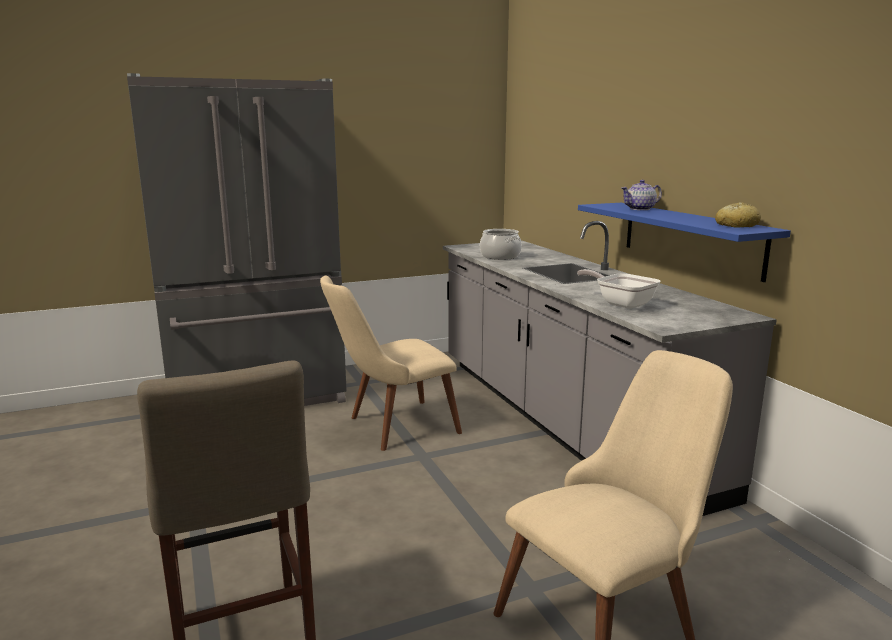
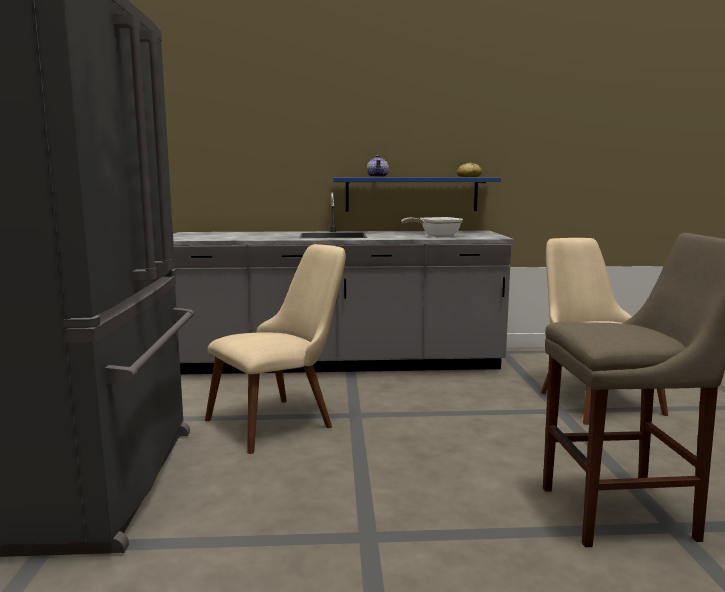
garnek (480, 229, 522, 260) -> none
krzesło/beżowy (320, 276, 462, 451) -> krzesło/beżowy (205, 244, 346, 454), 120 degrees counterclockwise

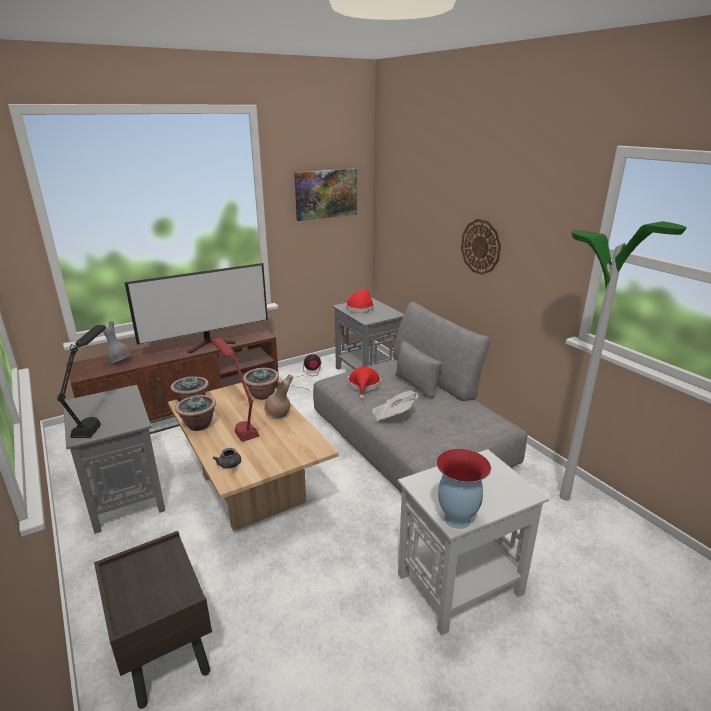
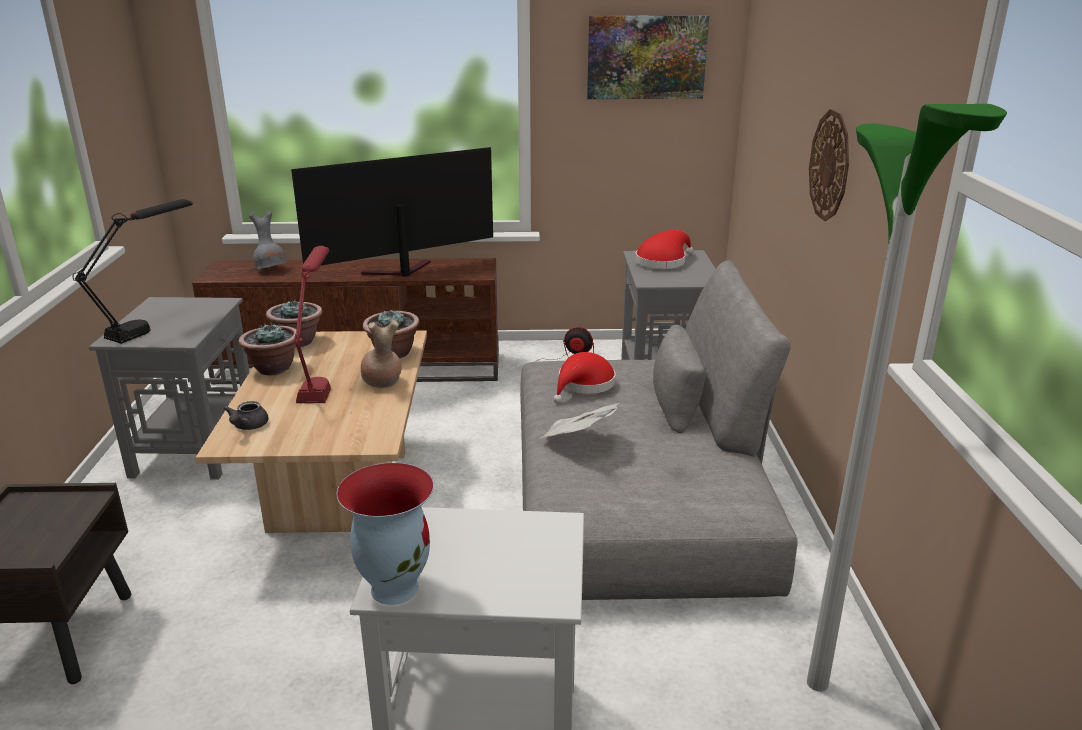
telewizor (125, 263, 268, 353) -> telewizor (291, 147, 493, 277), 150 degrees clockwise

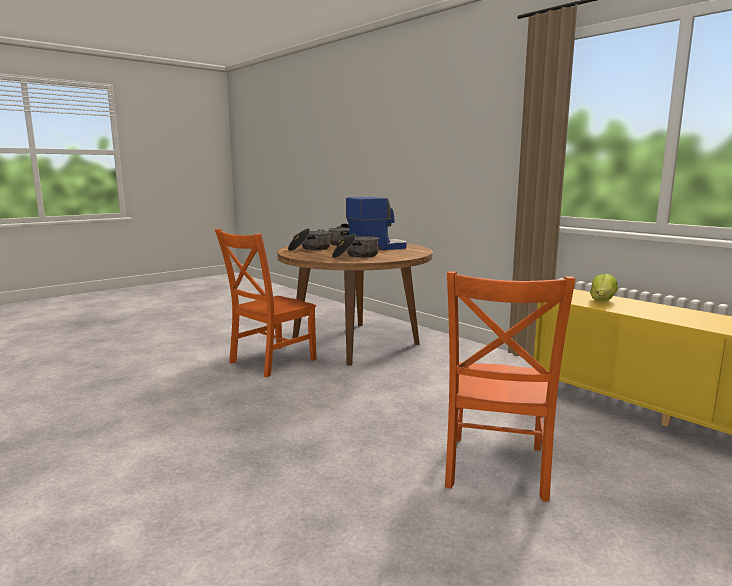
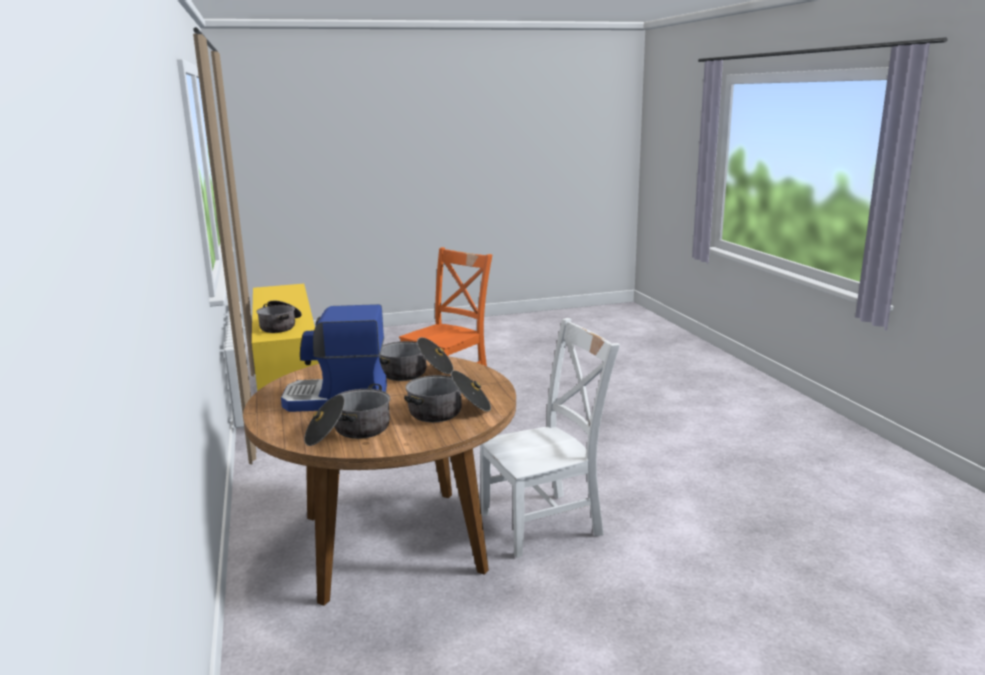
krzesło/pomarańczowy (215, 229, 317, 377) -> krzesło/biały (480, 318, 620, 558)
sałata (590, 274, 618, 301) -> garnek (256, 301, 302, 333)

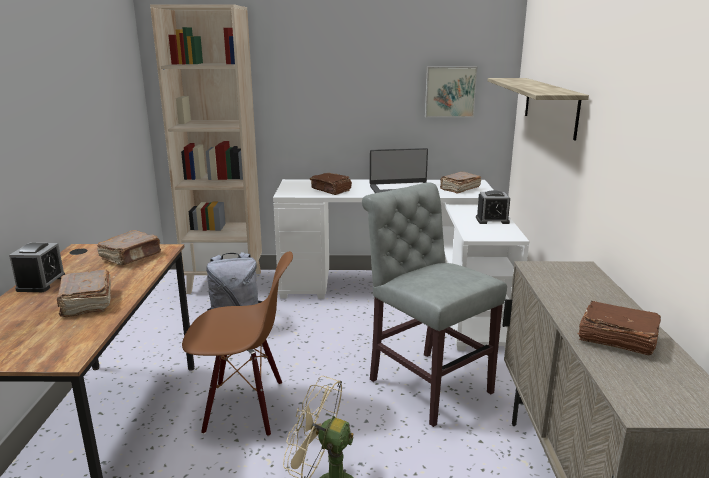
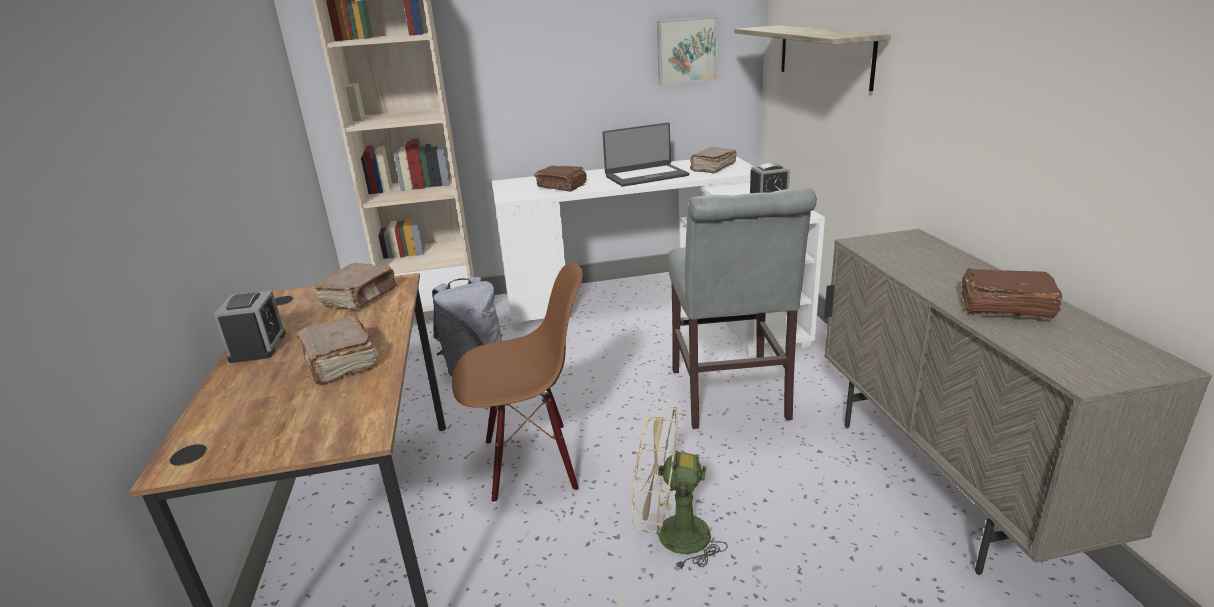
krzesło/szary (362, 182, 507, 427) -> krzesło/szary (668, 188, 817, 429), 135 degrees counterclockwise

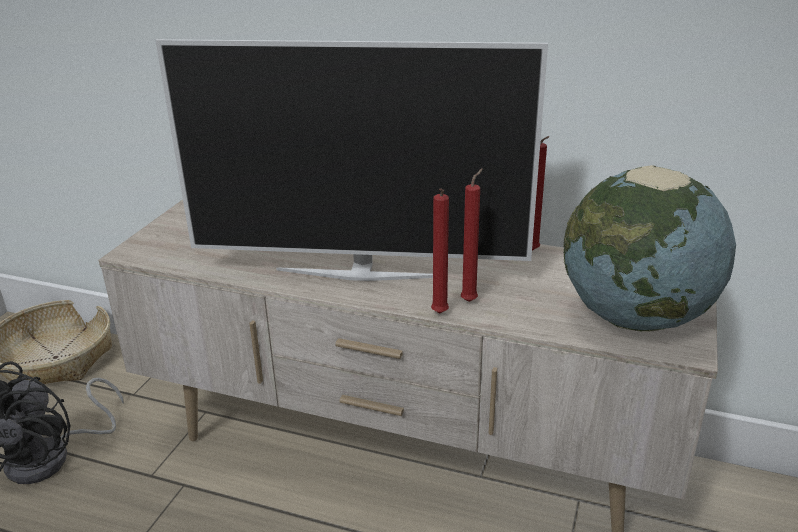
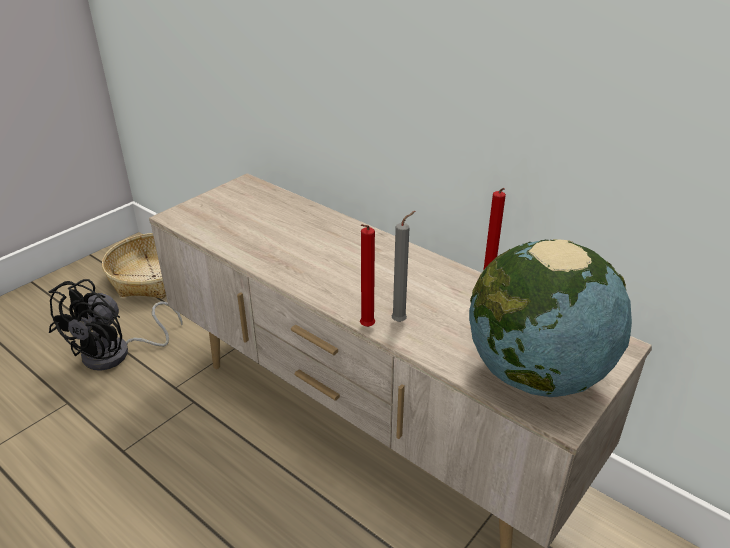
telewizor (155, 39, 548, 281) -> none
świeca/czerwony (461, 168, 483, 302) -> świeca/szary (392, 211, 415, 322)

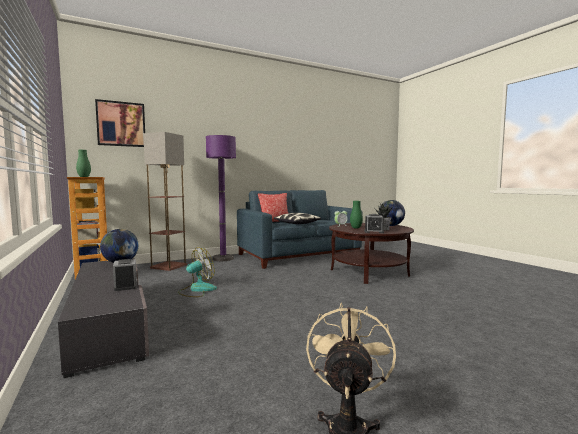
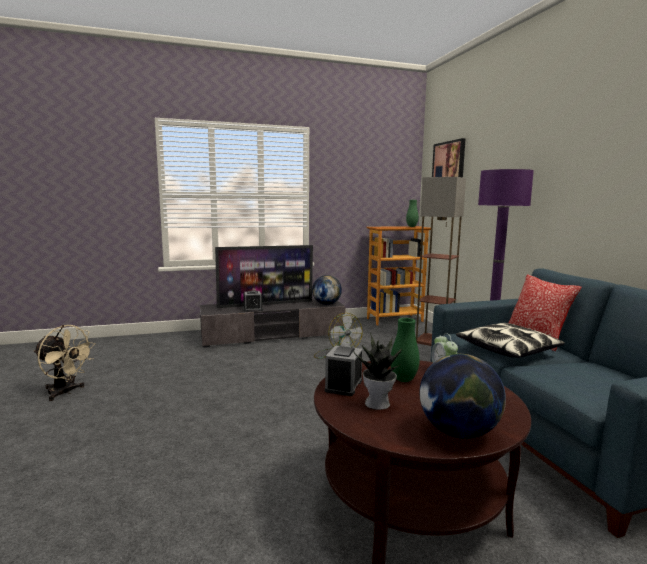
none -> telewizor (215, 245, 313, 308)

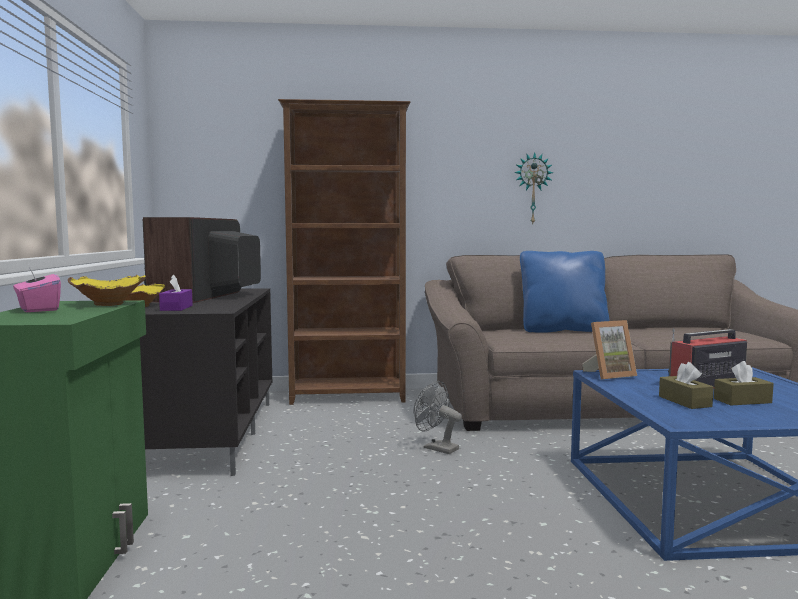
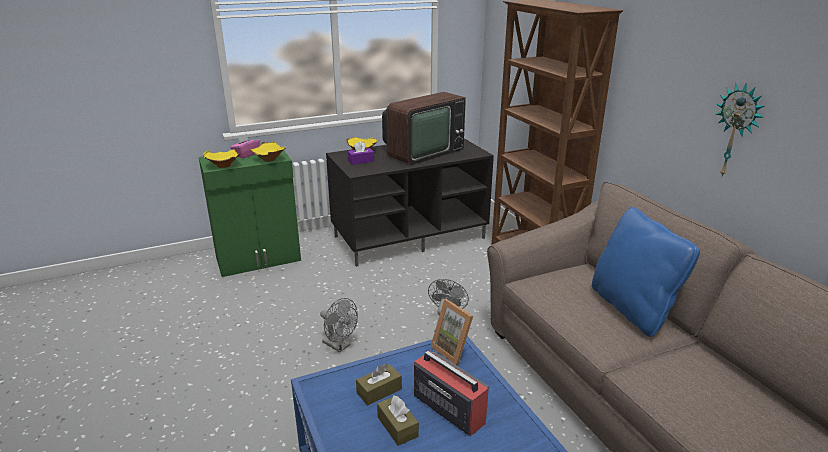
telewizor (143, 217, 261, 303) -> telewizor (382, 92, 466, 165), 150 degrees clockwise
none -> miska/żółty (203, 149, 240, 168)
none -> wentylator/szary (320, 298, 358, 353)

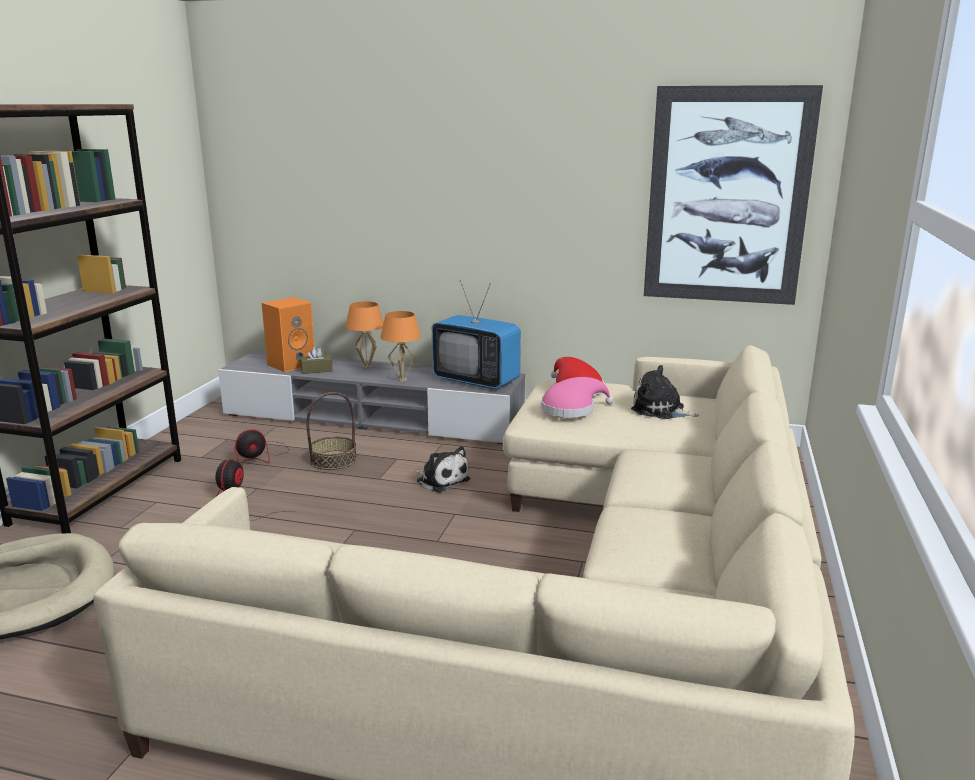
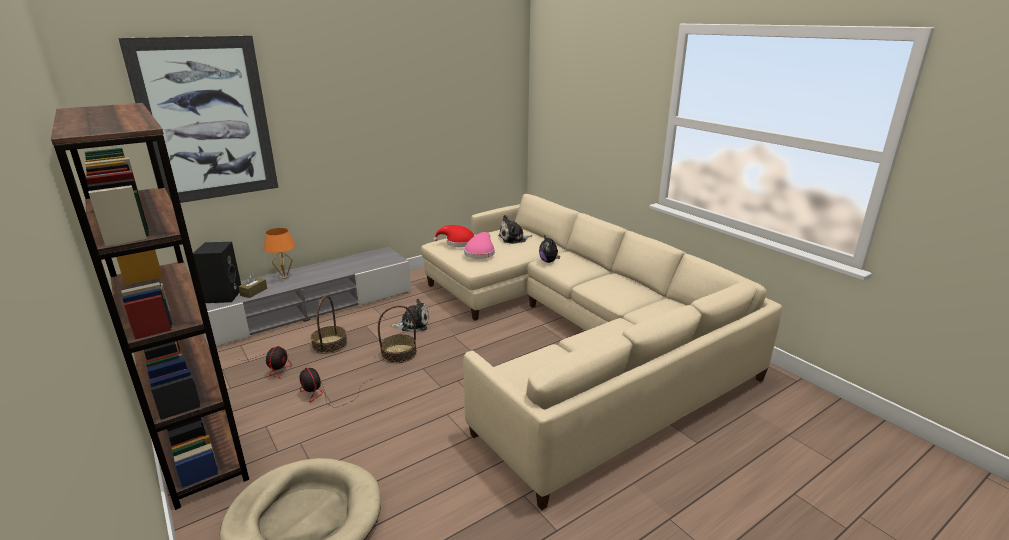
obraz (644, 85, 823, 305) -> obraz (118, 36, 278, 203), moved
telewizor (432, 280, 521, 389) -> none
głośnik/pomarańczowy (262, 297, 314, 372) -> głośnik/czarny (193, 242, 241, 303)
lampa stołowa/pomarańczowy (380, 311, 421, 382) -> none
none -> pluszak (539, 235, 560, 263)
none -> koszyk (378, 305, 417, 363)

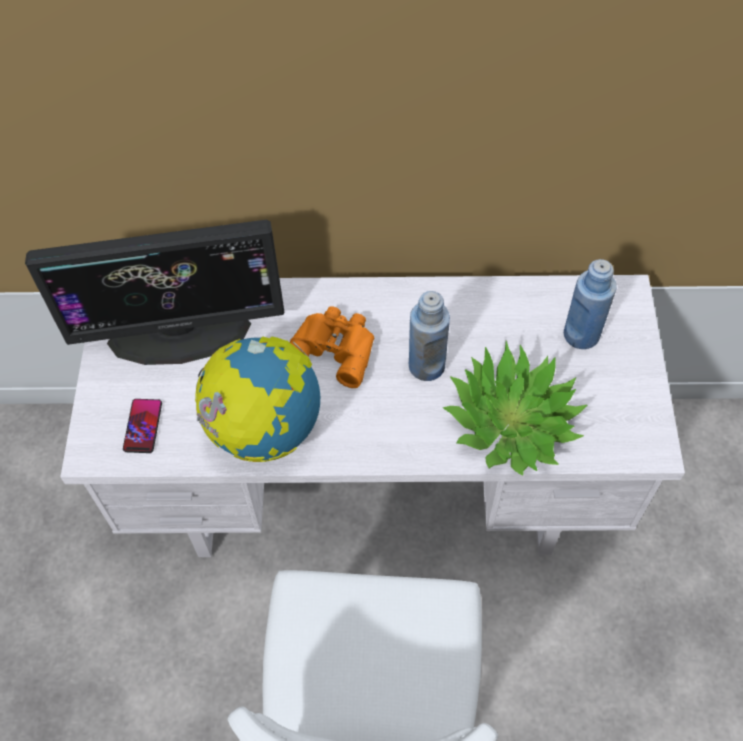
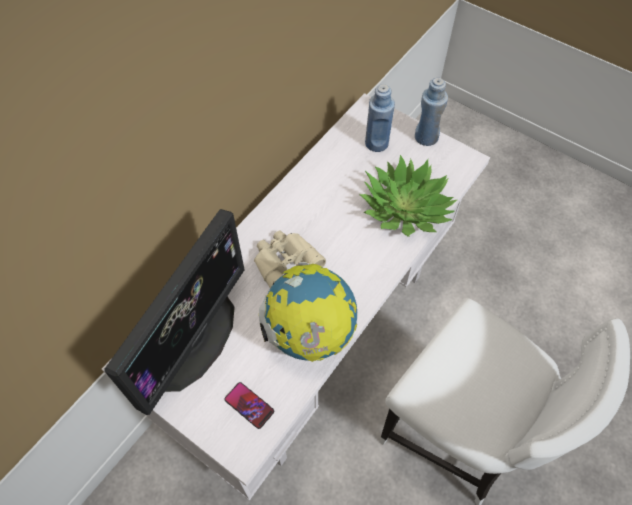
butelka/niebieski (409, 291, 450, 381) -> butelka/niebieski (415, 77, 448, 146), moved
lornetka/pomarańczowy (290, 306, 374, 388) -> lornetka/beżowy (254, 231, 326, 288)

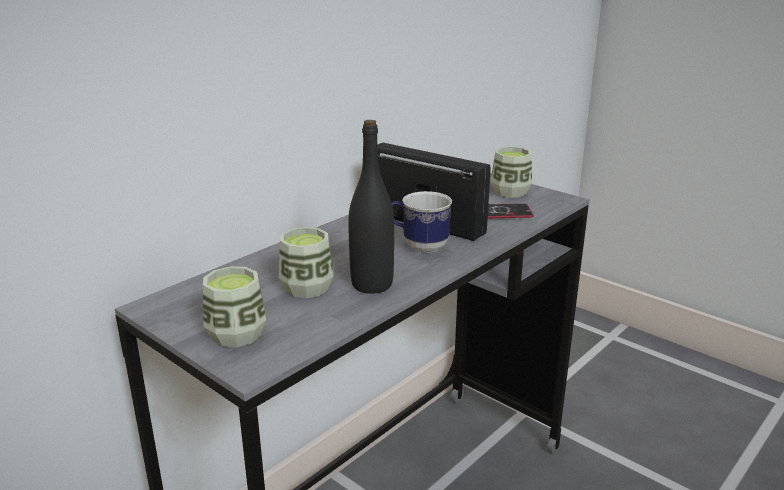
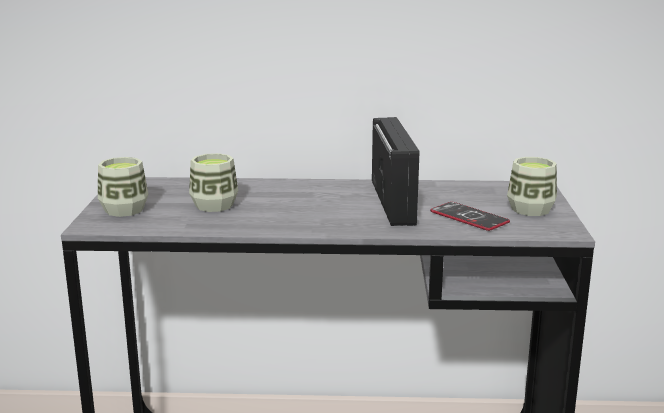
butelka/czarny (348, 120, 394, 294) -> none
kubek (392, 191, 452, 253) -> none

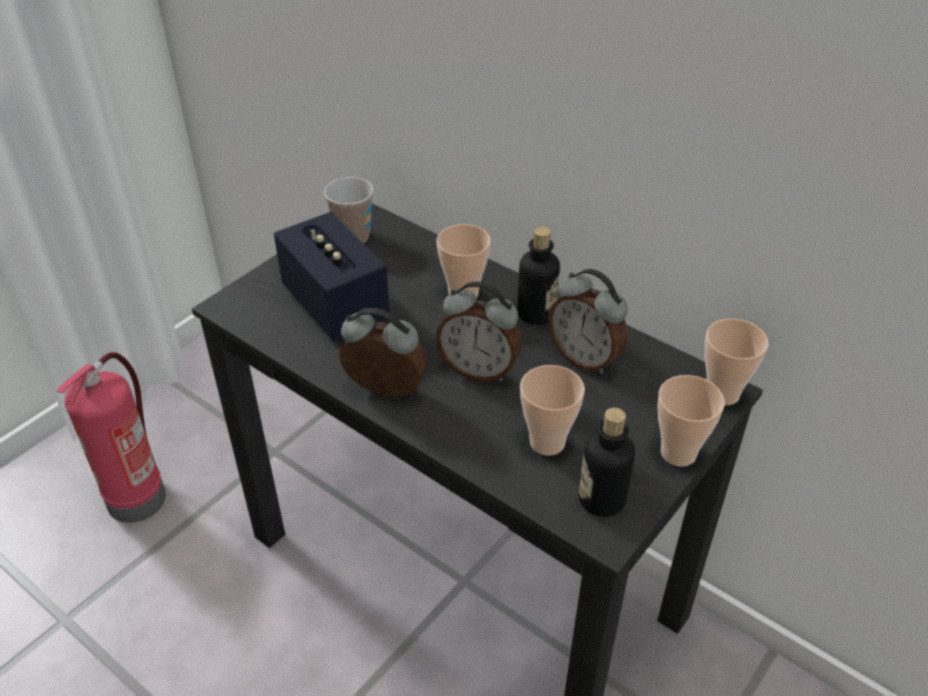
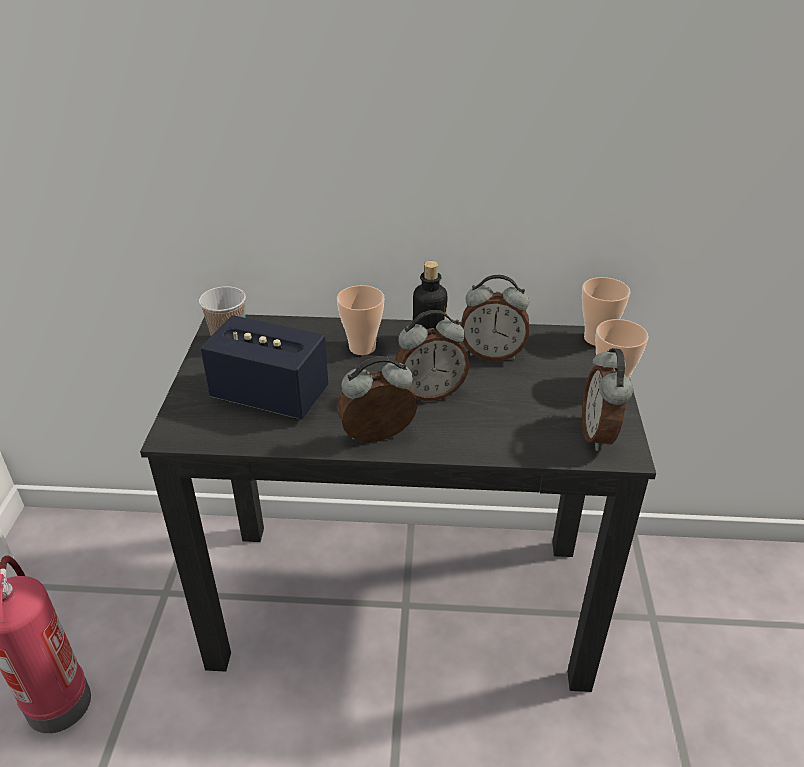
filiżanka (520, 365, 585, 456) -> none
butelka (579, 408, 635, 517) -> budzik (582, 348, 633, 451)

